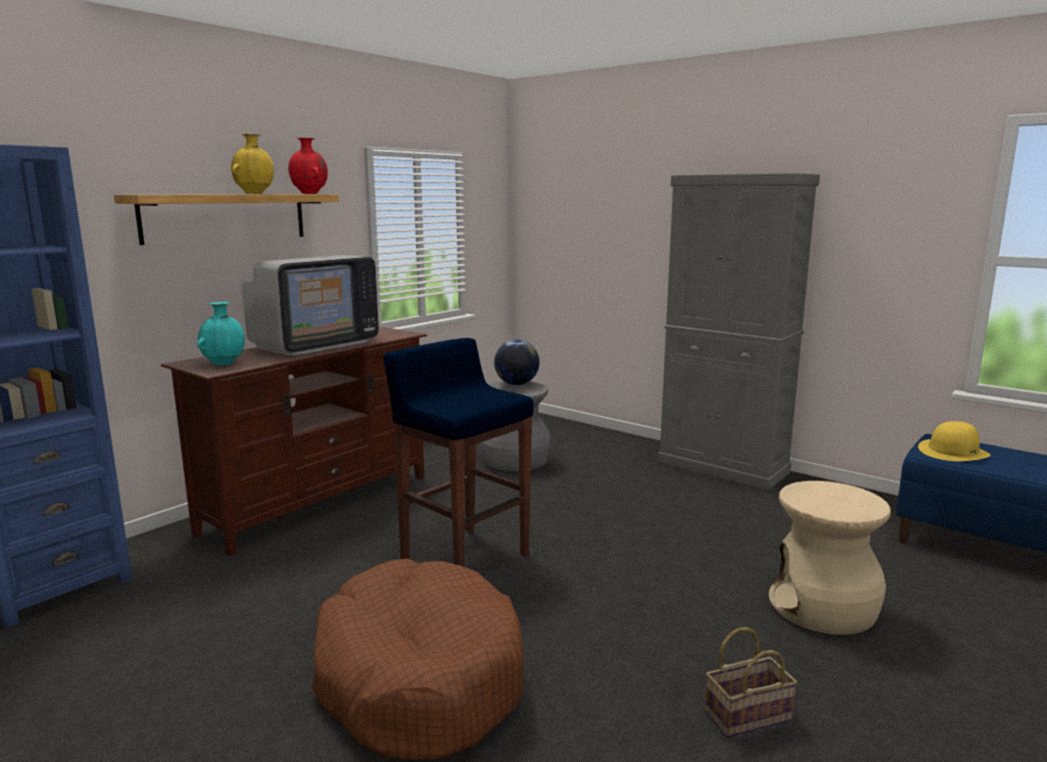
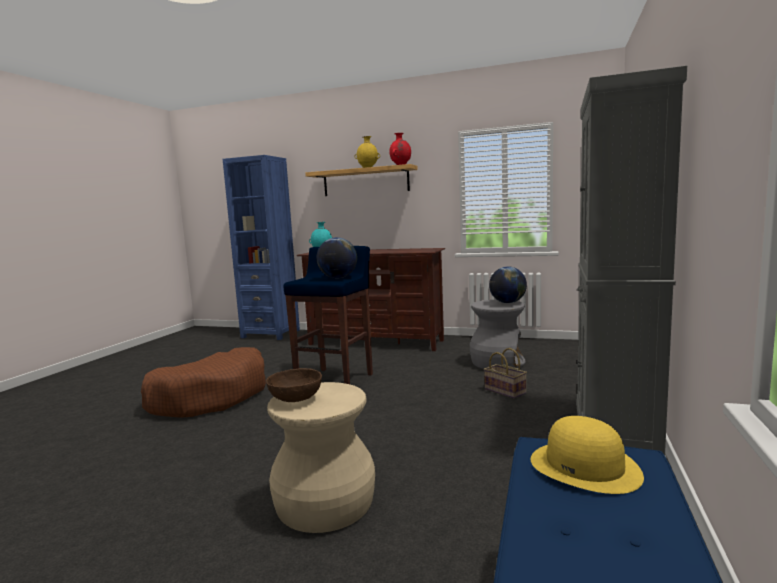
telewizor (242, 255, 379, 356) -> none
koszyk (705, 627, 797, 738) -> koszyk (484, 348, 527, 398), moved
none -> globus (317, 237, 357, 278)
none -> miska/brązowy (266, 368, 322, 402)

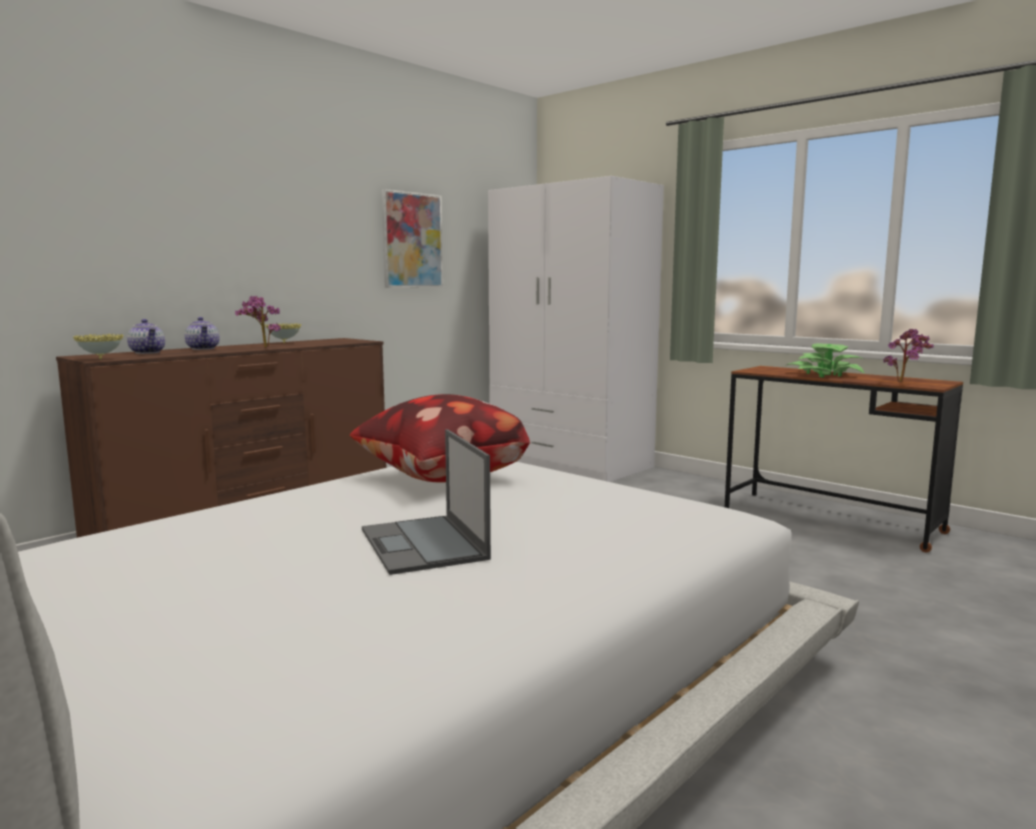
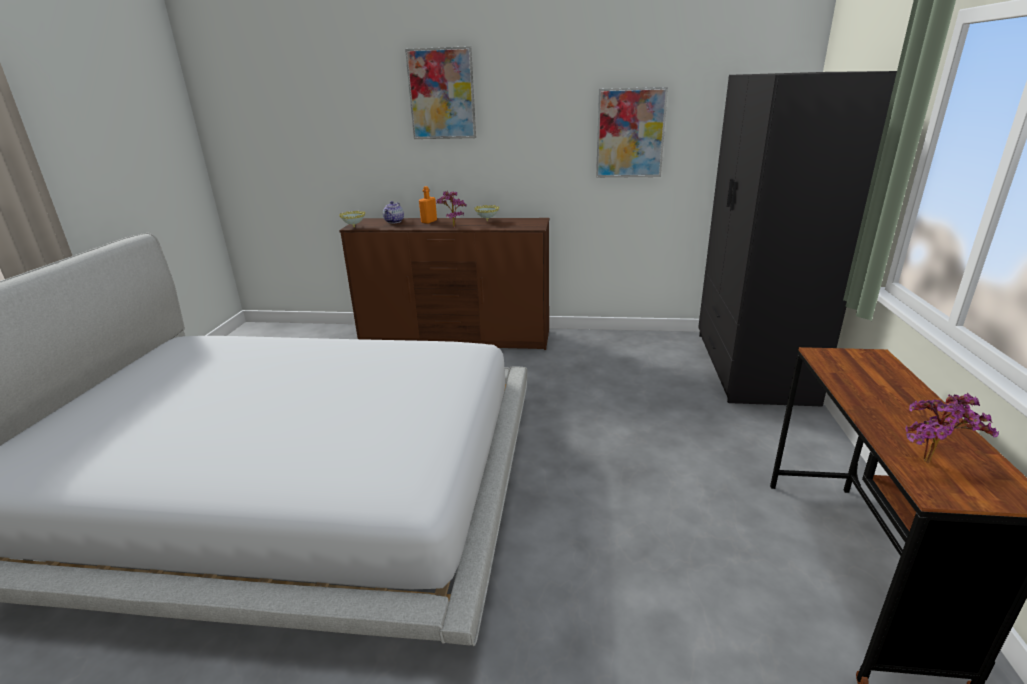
szafa/biały (488, 176, 664, 482) -> szafa/czarny (698, 71, 897, 407)
imbryk (185, 317, 219, 350) -> butelka/pomarańczowy (419, 186, 437, 223)
roślina doniczkowa (785, 343, 864, 377) -> none
poduszka (350, 394, 530, 483) -> none
laptop (362, 429, 491, 575) -> none
none -> obraz (405, 46, 476, 139)

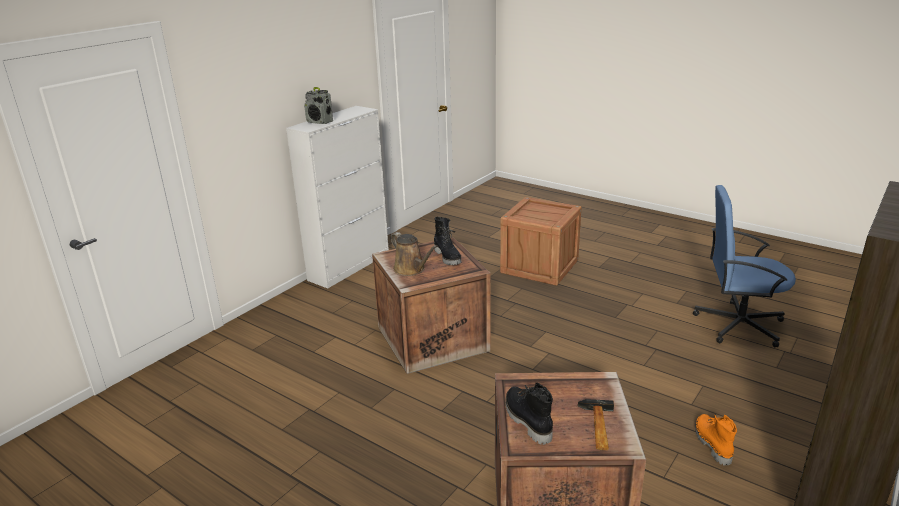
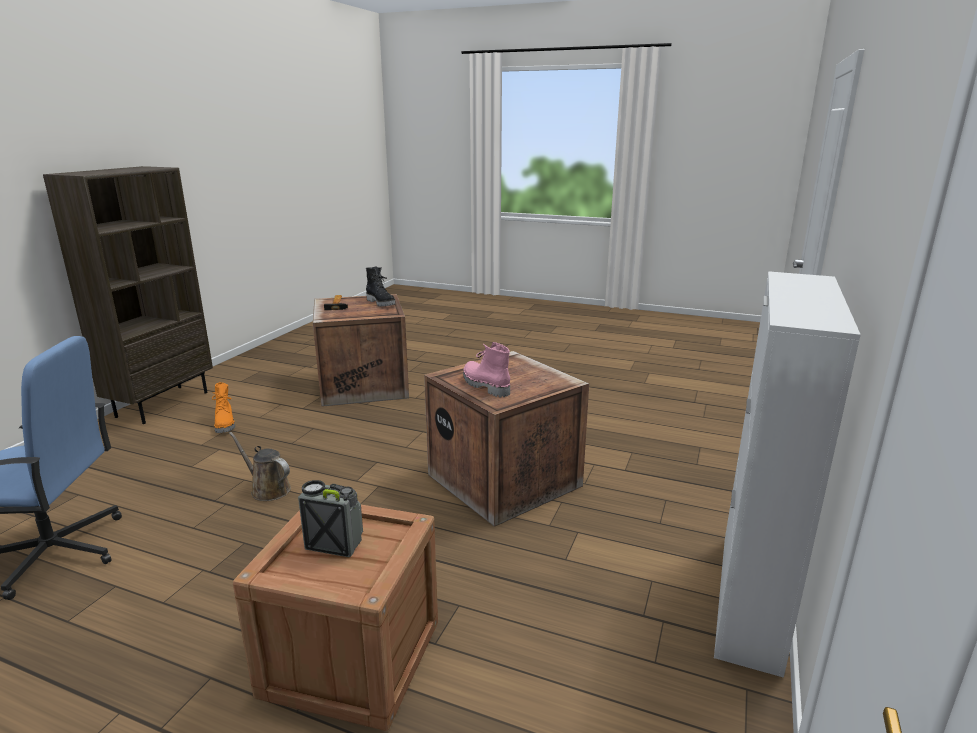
radio (304, 87, 333, 124) -> radio (298, 480, 363, 558), moved
but z cholewką/czarny (434, 217, 461, 265) -> but z cholewką/różowy (463, 342, 510, 397)
konewka/brązowy (391, 232, 438, 276) -> konewka/brązowy (229, 432, 291, 501), moved

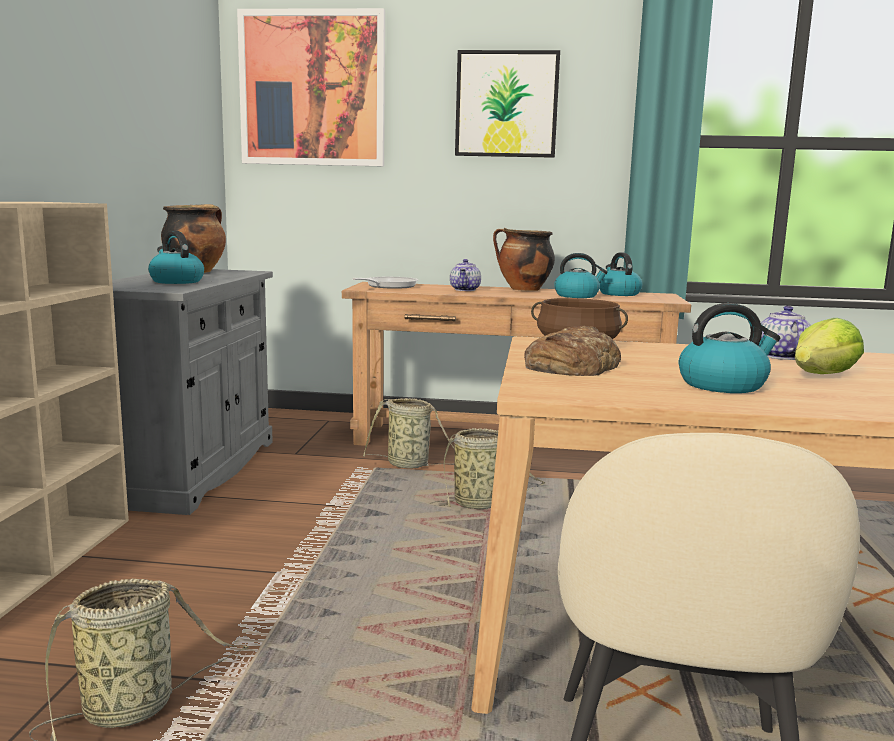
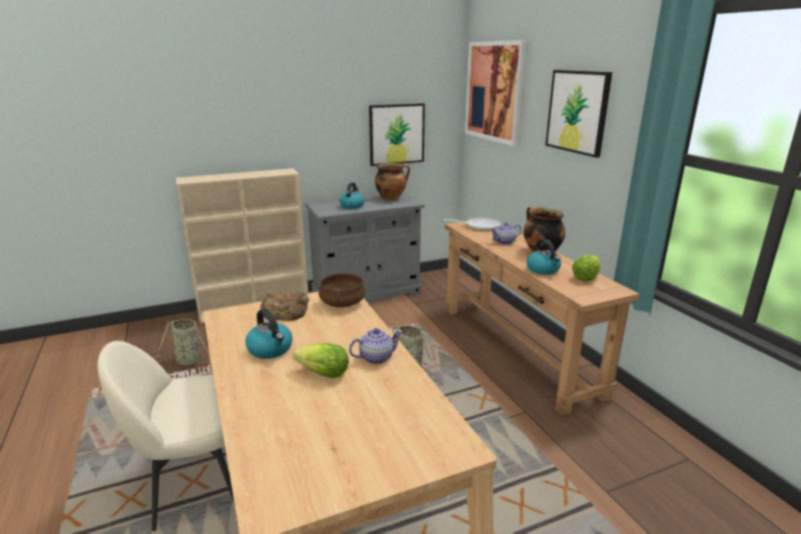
czajnik (600, 252, 642, 296) -> sałata (572, 255, 600, 281)
koszyk (363, 398, 455, 469) -> none
none -> obraz (369, 103, 425, 166)

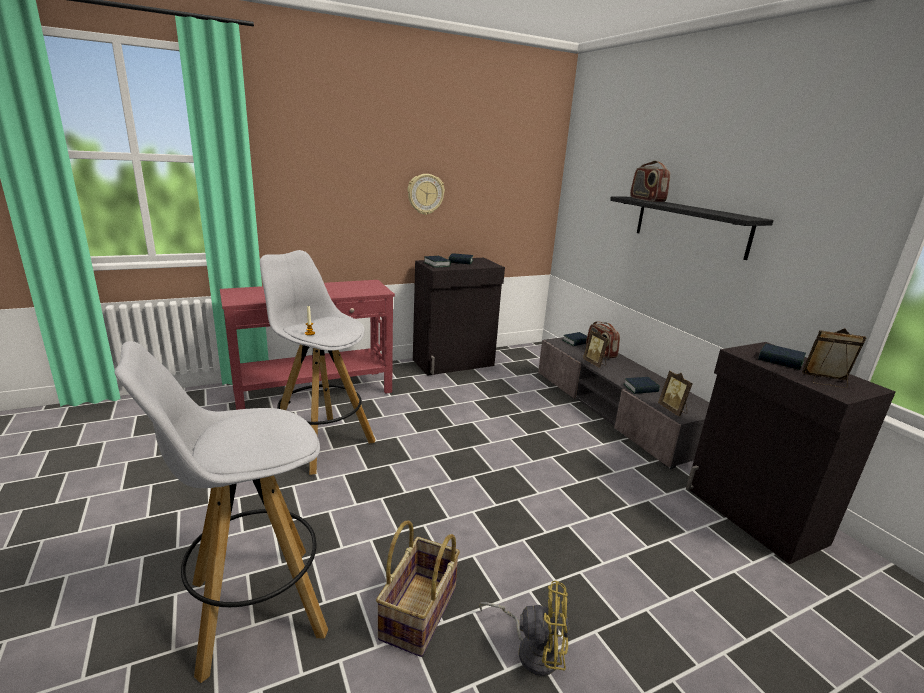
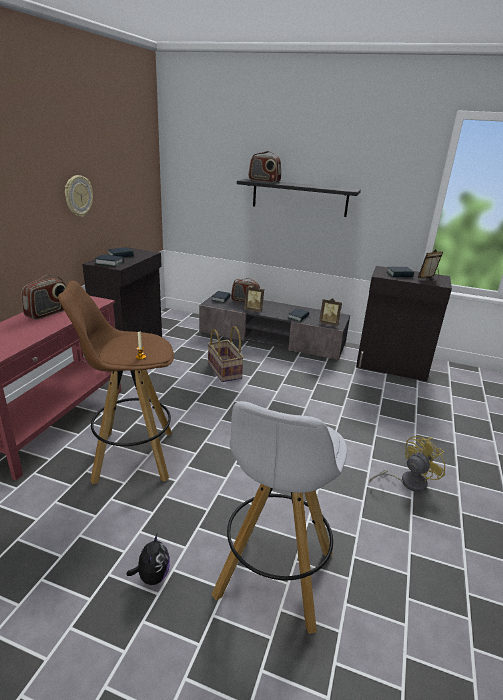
stołek/biały (260, 250, 376, 475) -> stołek/brązowy (58, 281, 174, 484)
koszyk (376, 520, 460, 657) -> koszyk (207, 326, 244, 382), moved
none -> radio (22, 275, 66, 320)
none -> pluszak (127, 534, 170, 585)

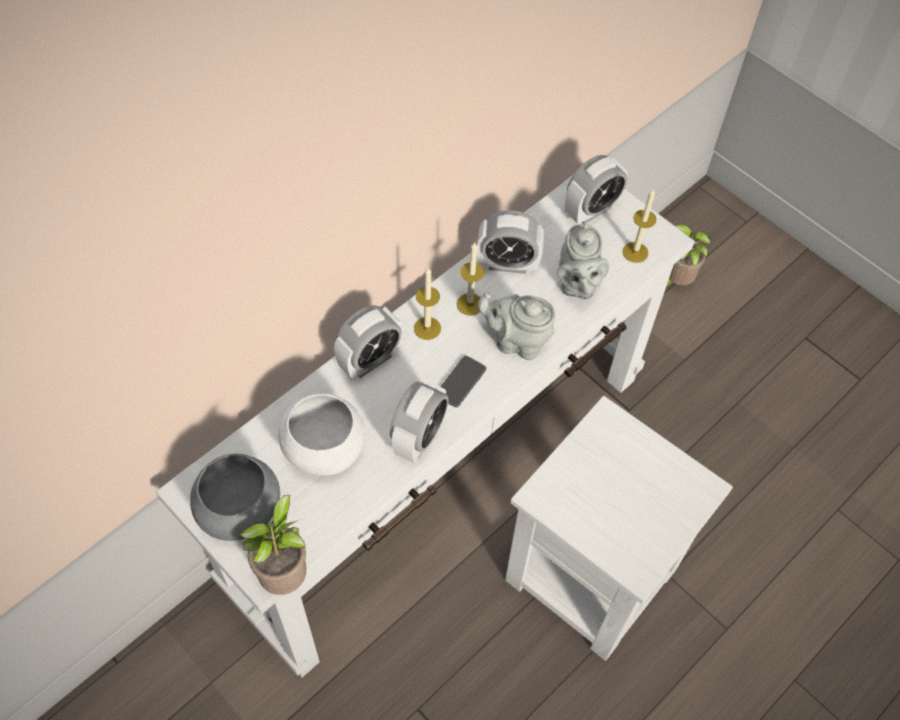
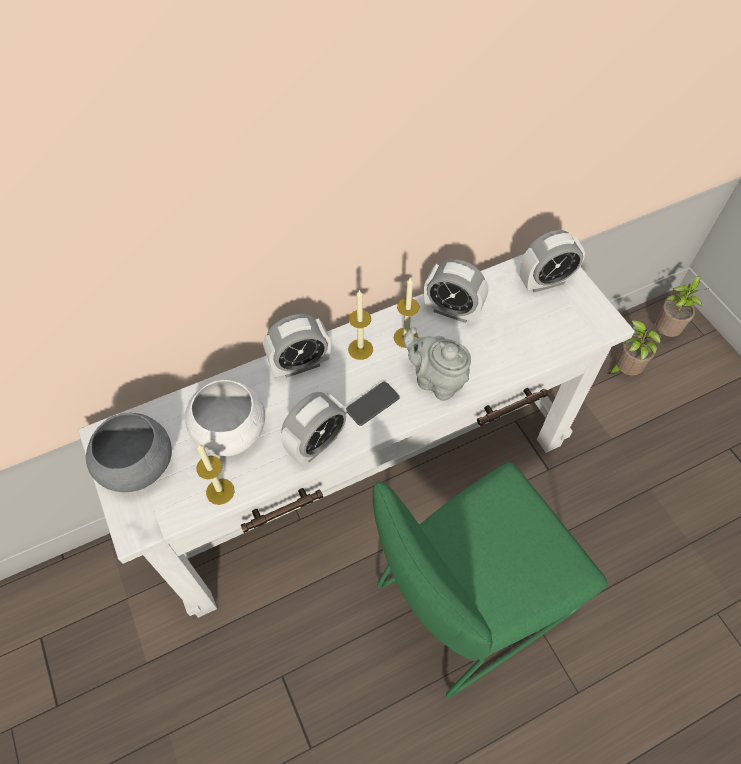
świeca (622, 188, 657, 263) -> świeca (196, 444, 235, 505), moved
imbryk/szary (557, 223, 609, 299) -> none
stolik/biały (505, 396, 733, 661) -> krzesło/zielony (373, 462, 608, 697)
roślina doniczkowa (240, 495, 306, 595) -> roślina doniczkowa (656, 276, 709, 337), moved

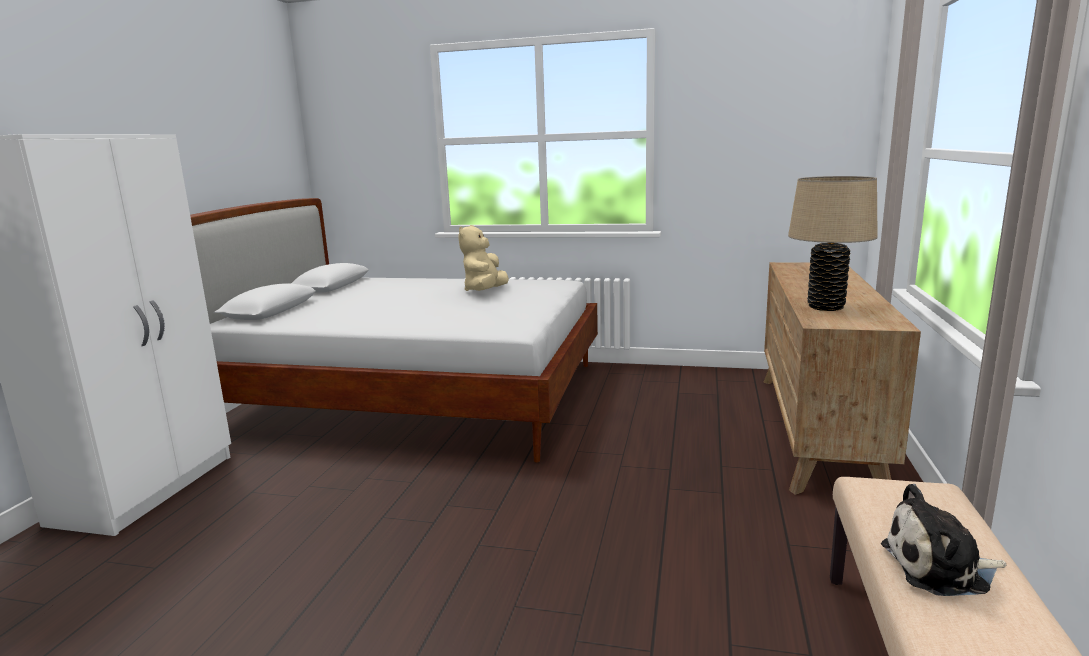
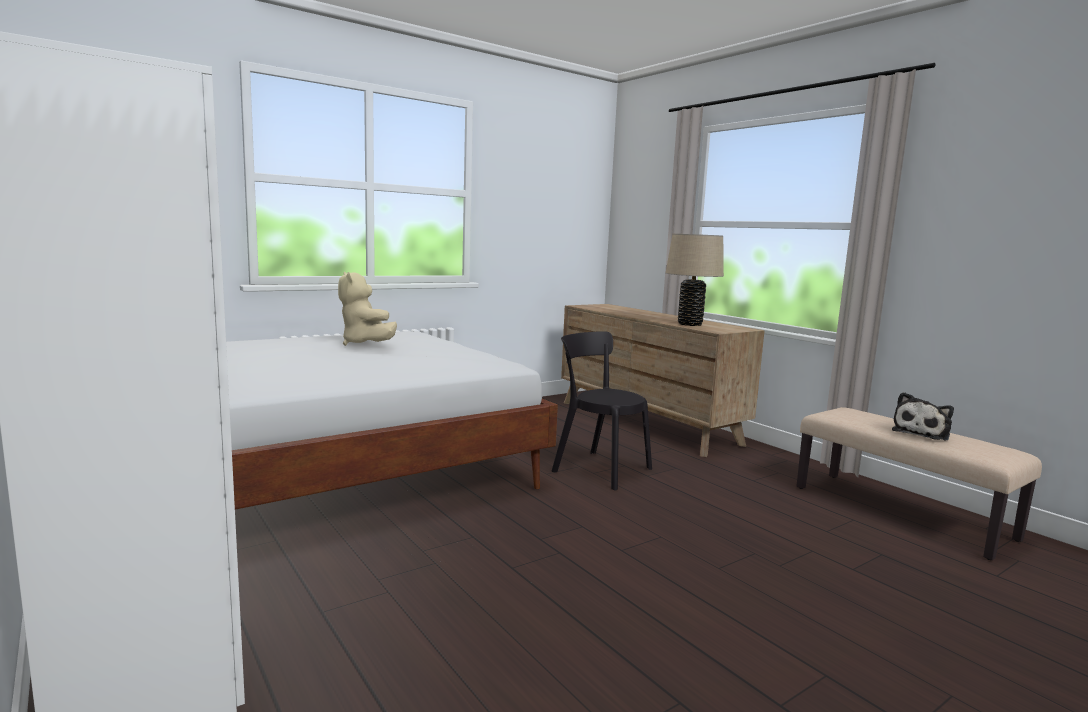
none -> krzesło/czarny (552, 331, 652, 491)

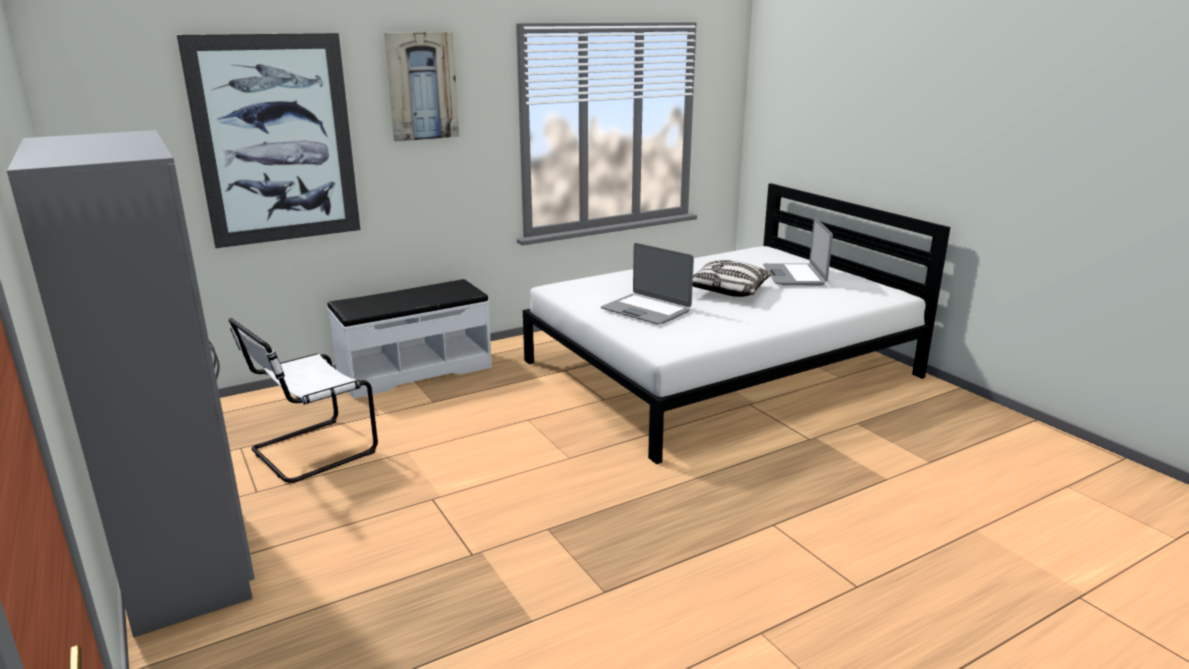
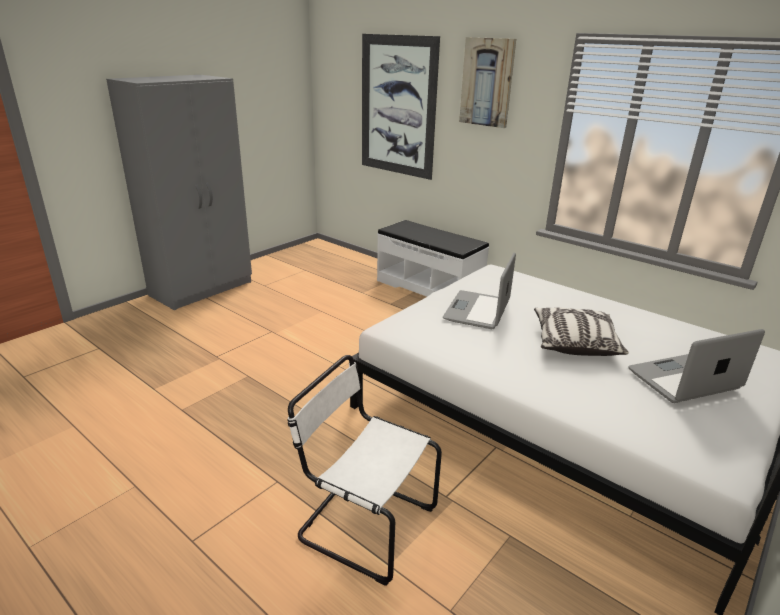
krzesło/biały (228, 318, 378, 483) -> krzesło/biały (287, 355, 442, 586), moved

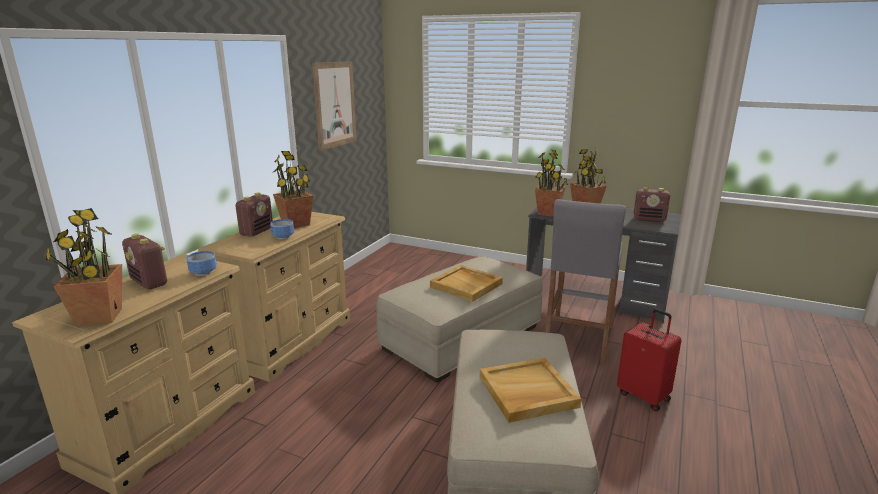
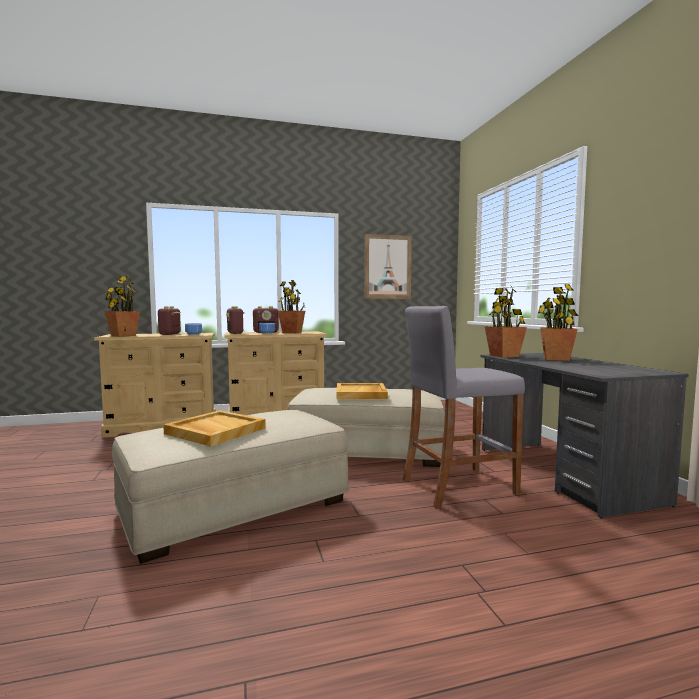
radio (633, 187, 670, 222) -> radio (226, 306, 245, 334), moved
walizka/czerwony (617, 309, 682, 411) -> none

